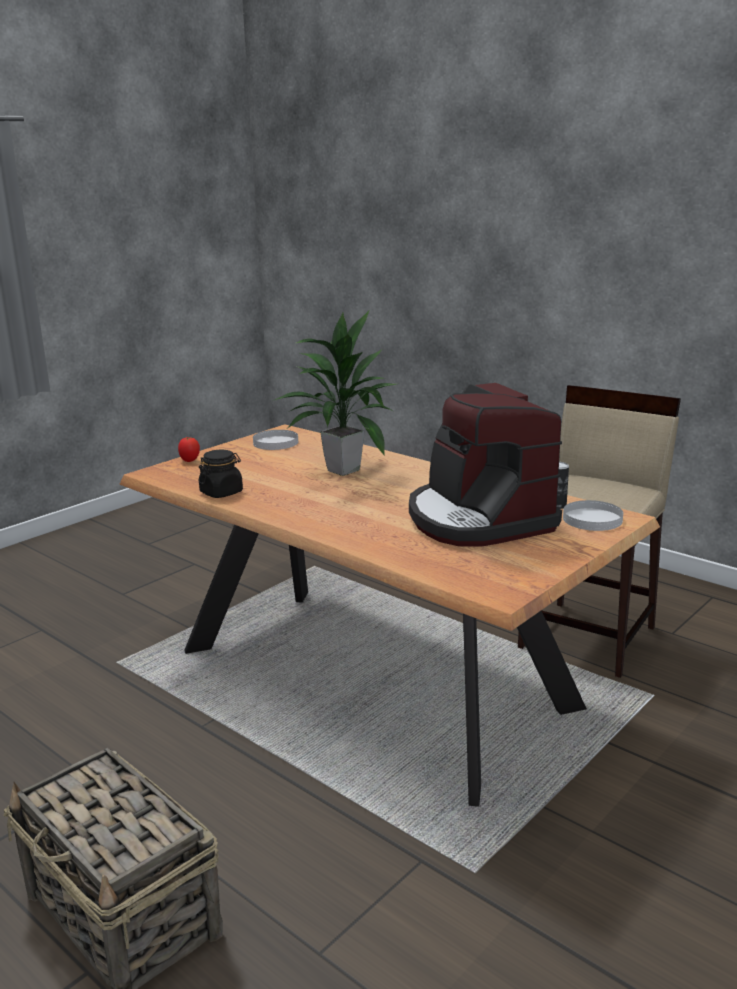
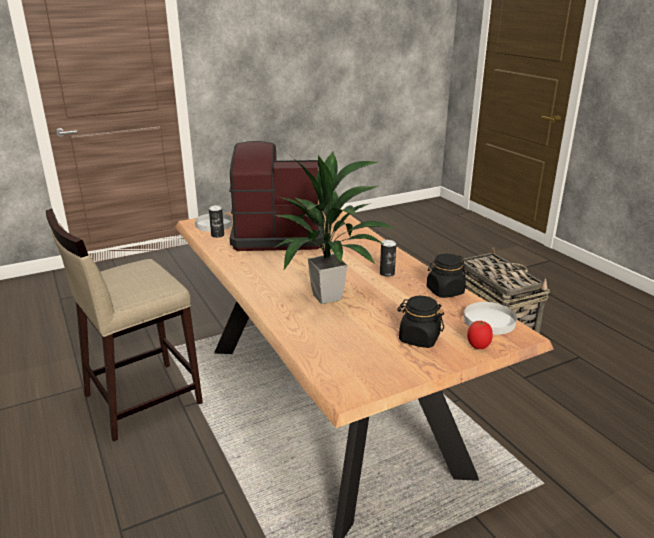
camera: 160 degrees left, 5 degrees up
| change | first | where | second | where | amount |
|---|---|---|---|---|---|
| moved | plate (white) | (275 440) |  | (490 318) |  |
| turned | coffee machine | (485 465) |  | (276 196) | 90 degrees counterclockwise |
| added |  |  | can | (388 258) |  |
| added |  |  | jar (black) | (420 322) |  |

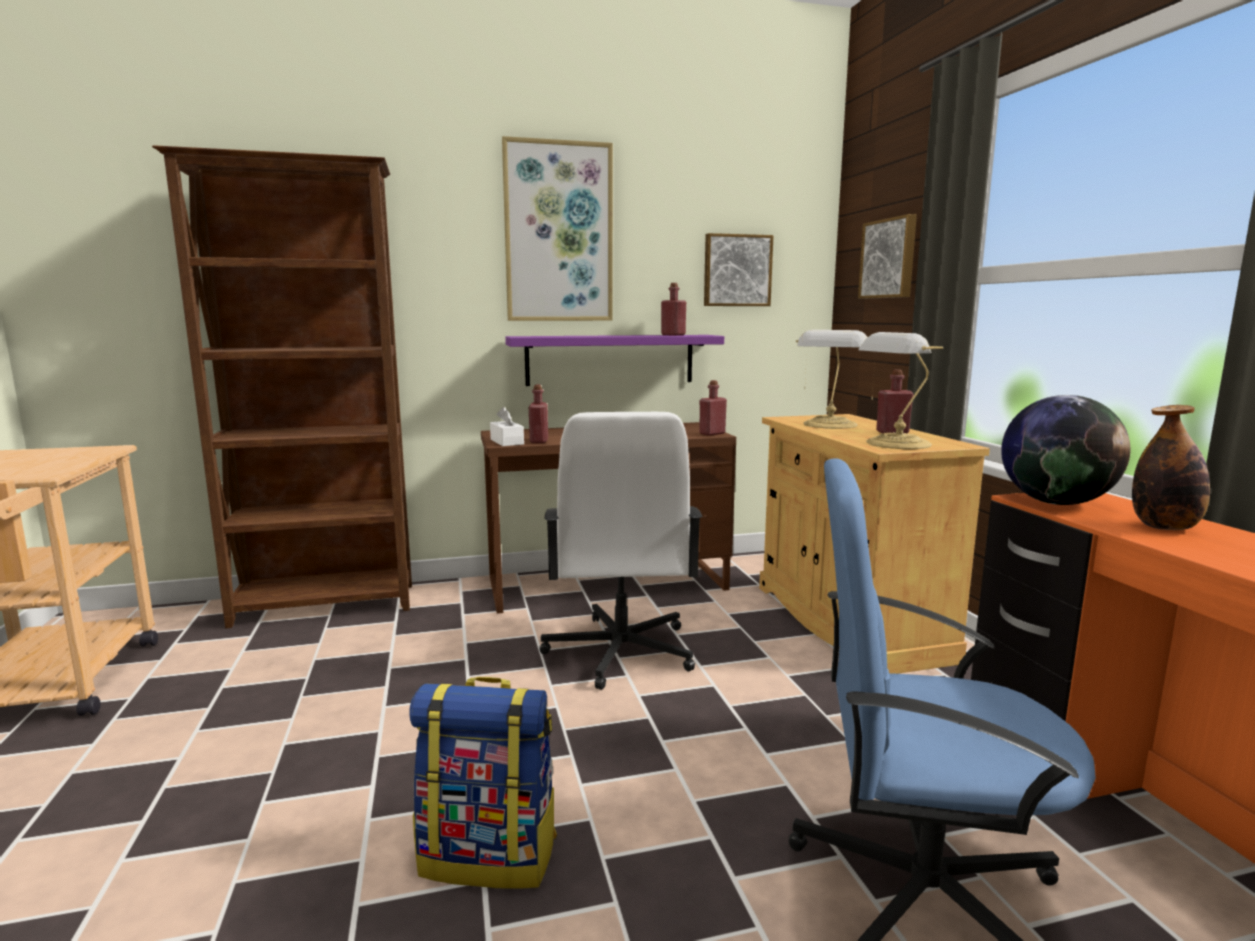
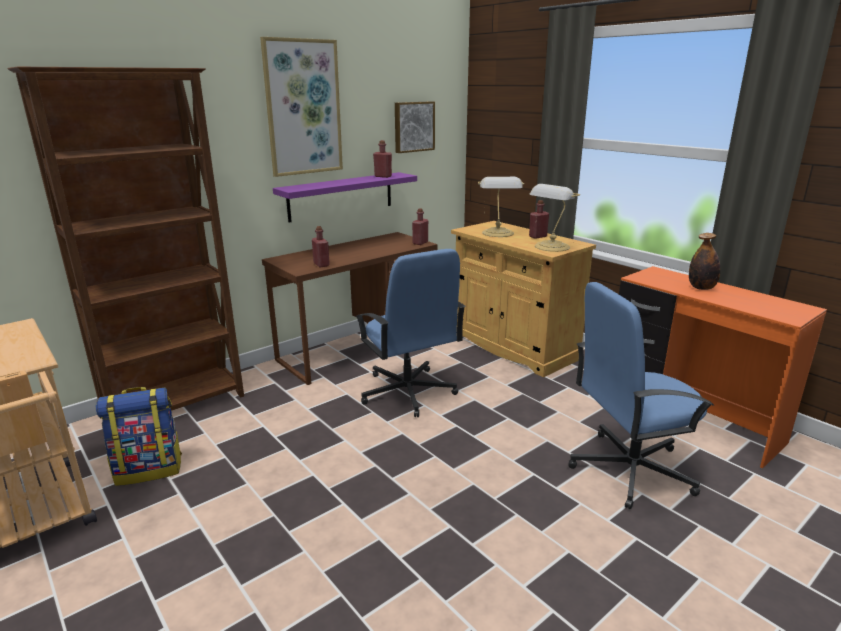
camera: 25 degrees left, 10 degrees up
| change | first | where | second | where | amount |
|---|---|---|---|---|---|
| moved | backpack | (483 783) |  | (139 436) |  |
| removed | tissue box (white) | (507 426) |  |  |  |
| recoloured | office chair (white) | (620 551) | office chair (blue) | (410 333) |  |
| removed | picture | (887 256) |  |  |  |
| removed | globe | (1065 450) |  |  |  |

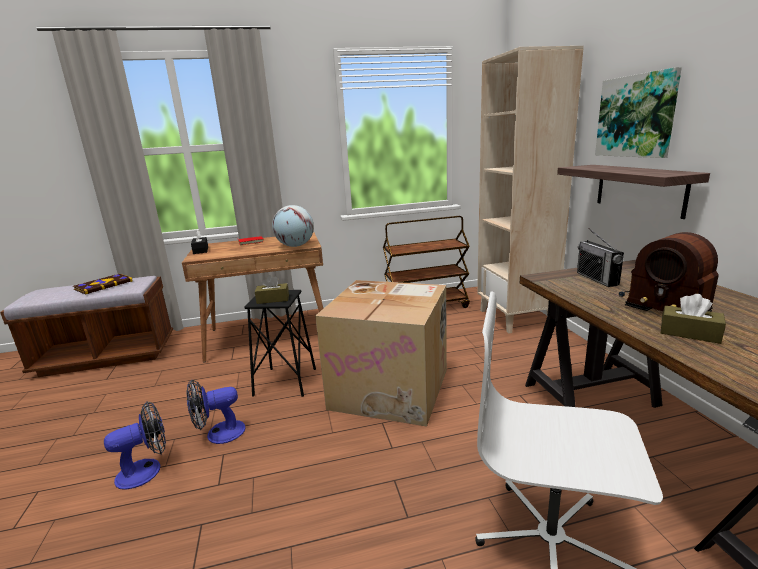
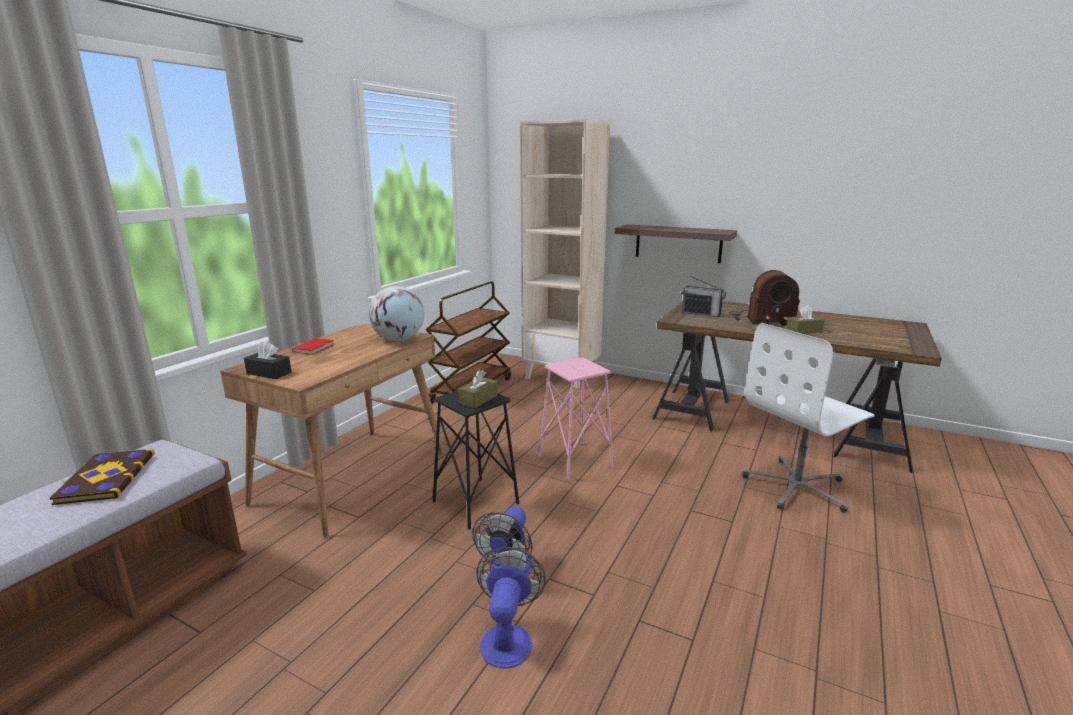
camera: 50 degrees left, 0 degrees up
| change | first | where | second | where | amount |
|---|---|---|---|---|---|
| replaced | cardboard box | (381 353) | stool (pink) | (576 419) |  |
| removed | picture | (638 112) |  |  |  |

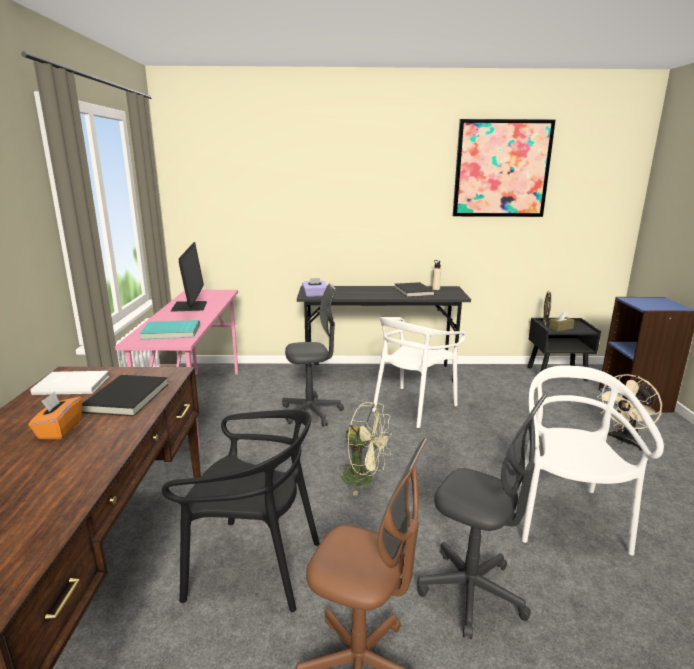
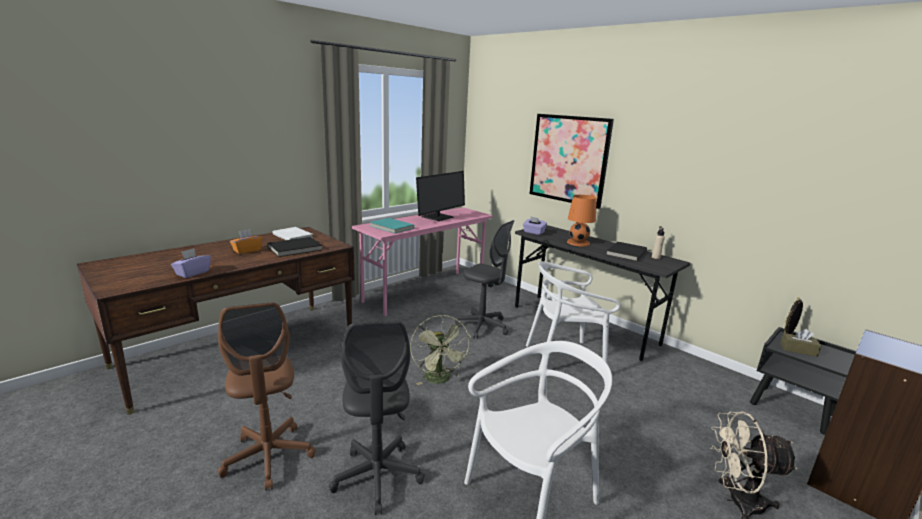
camera: 45 degrees right, 0 degrees up
| change | first | where | second | where | amount |
|---|---|---|---|---|---|
| removed | chair (black) | (241 511) |  |  |  |
| moved | picture | (504 168) |  | (572 161) |  |
| added |  |  | tissue box (purple) | (191 263) |  |
| added |  |  | table lamp (orange) | (582 221) |  |

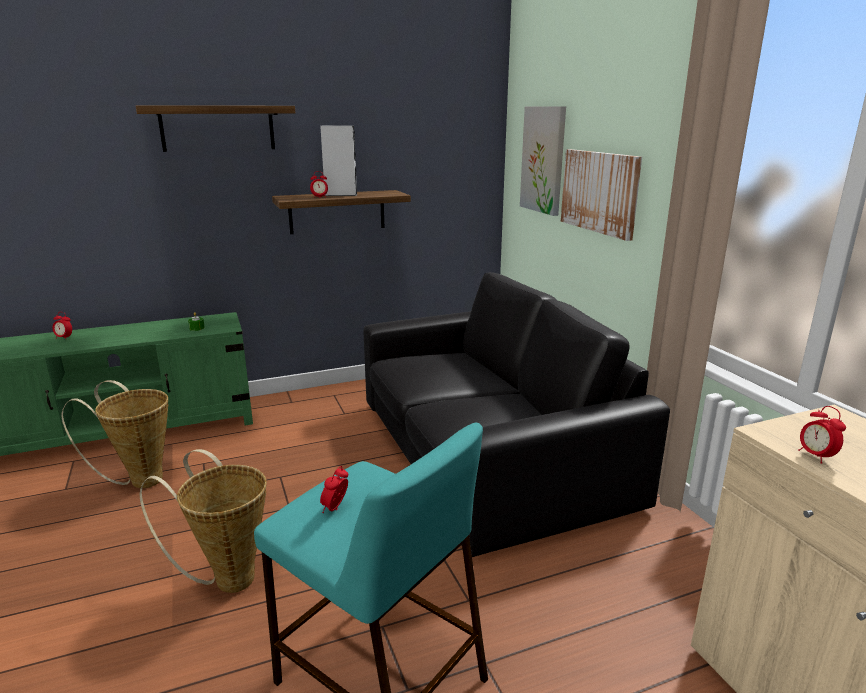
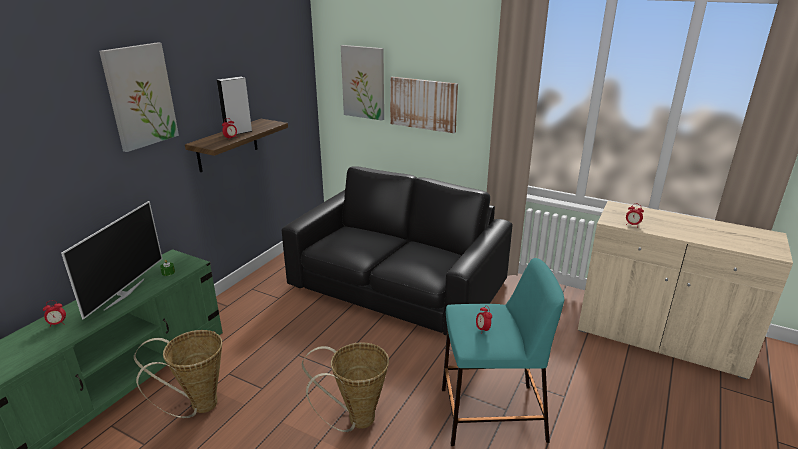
camera: 40 degrees left, 5 degrees up
| change | first | where | second | where | amount |
|---|---|---|---|---|---|
| replaced | shelf | (215 128) | picture | (139 97) |  |
| added |  |  | television | (112 260) |  |

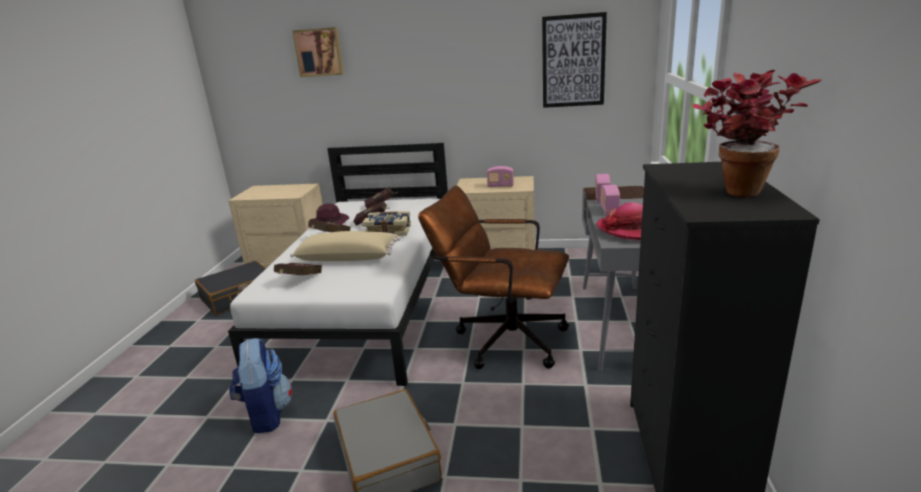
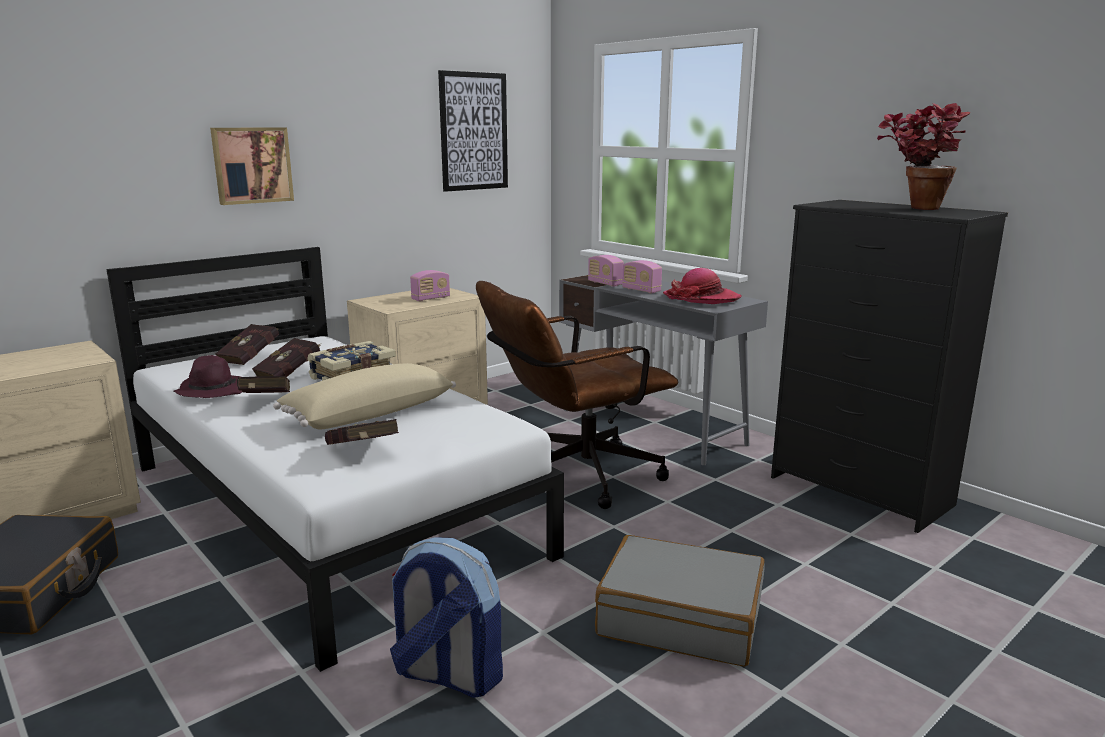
camera: 50 degrees left, 5 degrees down
| change | first | where | second | where | amount |
|---|---|---|---|---|---|
| moved | picture | (318 52) |  | (252 166) |  |

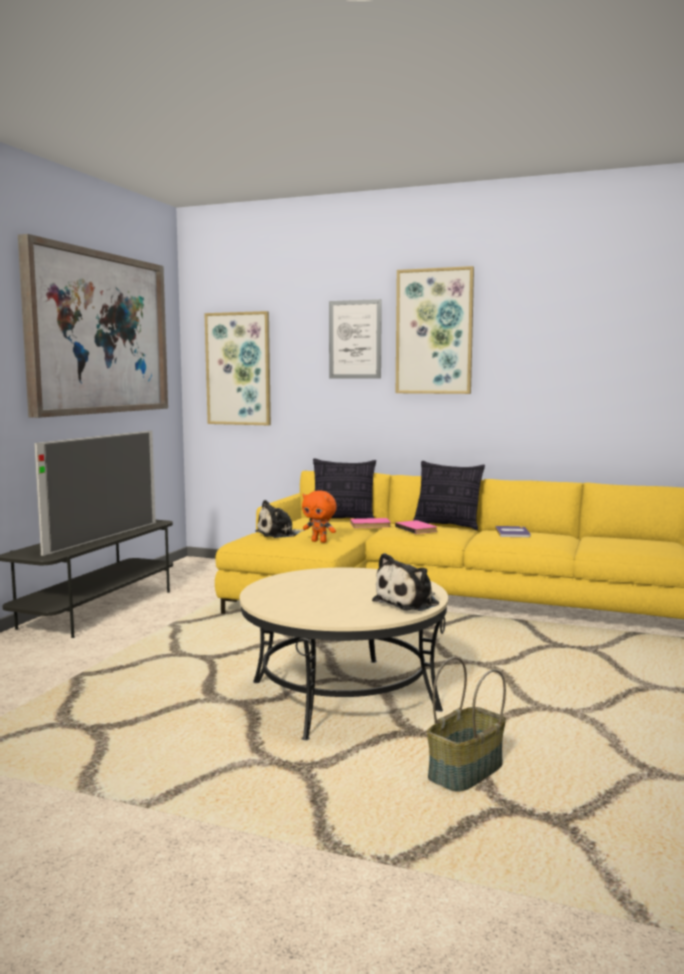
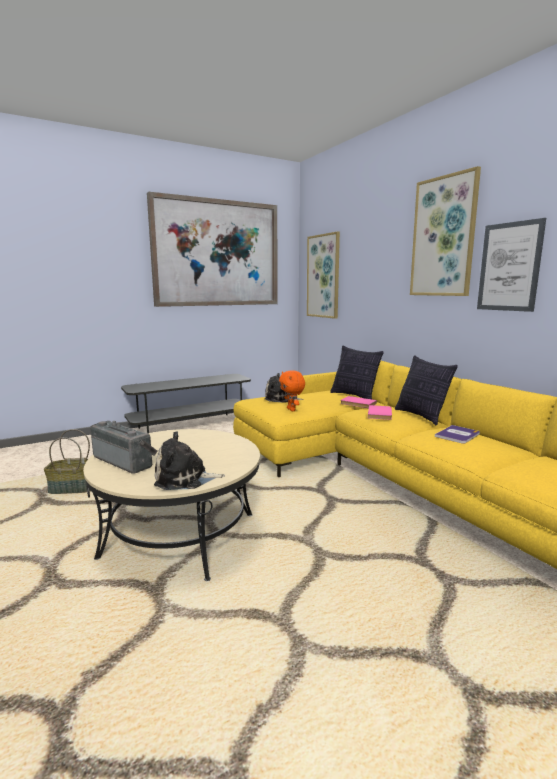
camera: 40 degrees right, 5 degrees up
| change | first | where | second | where | amount |
|---|---|---|---|---|---|
| removed | television | (95 493) |  |  |  |
| moved | picture | (355 339) |  | (511 265) |  |
| moved | basket | (466 724) |  | (67 461) |  |
| added |  |  | radio | (123 447) |  |

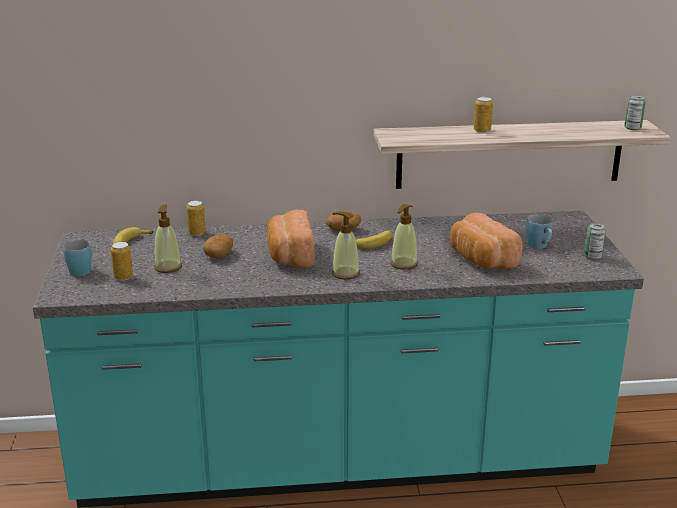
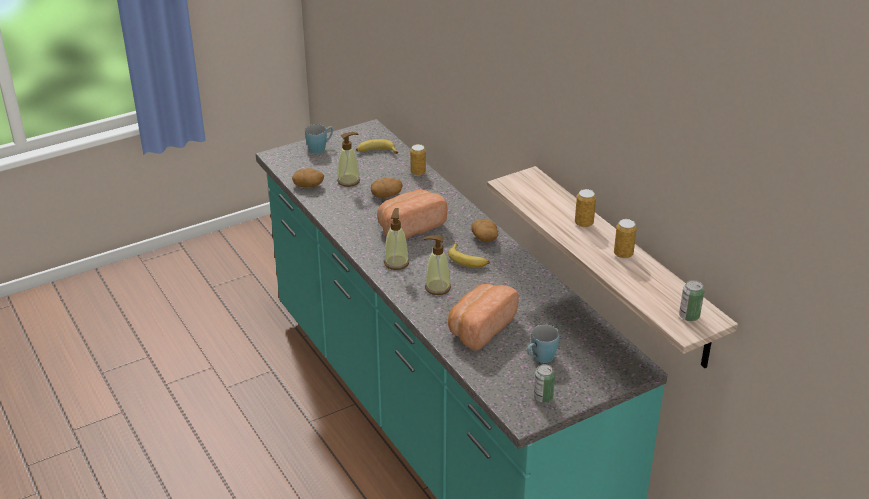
camera: 65 degrees right, 10 degrees up
| change | first | where | second | where | amount |
|---|---|---|---|---|---|
| moved | can | (122 261) |  | (625 238) |  |
| added |  |  | potato | (308 177) |  |

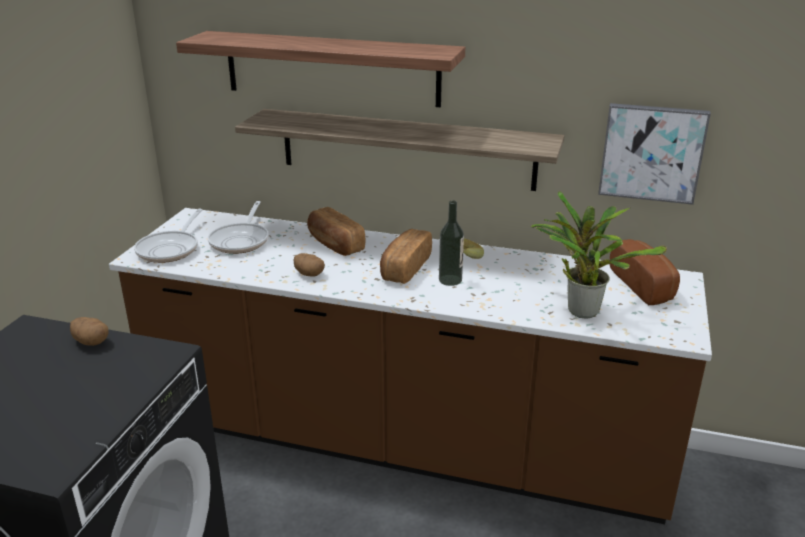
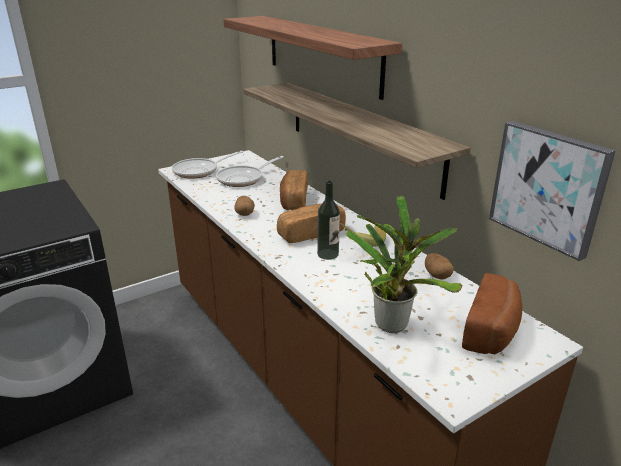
camera: 40 degrees right, 0 degrees up
| change | first | where | second | where | amount |
|---|---|---|---|---|---|
| moved | potato | (89 331) |  | (439 266) |  |

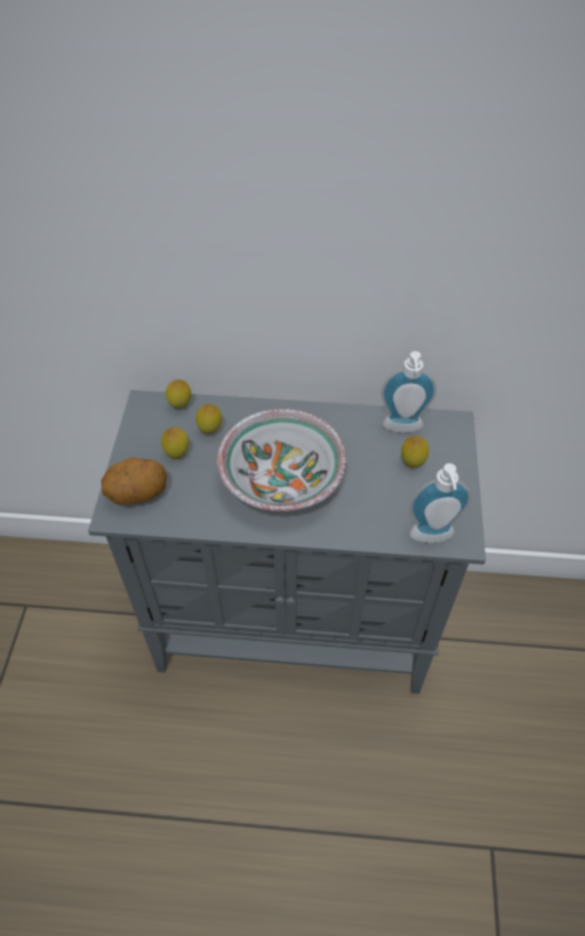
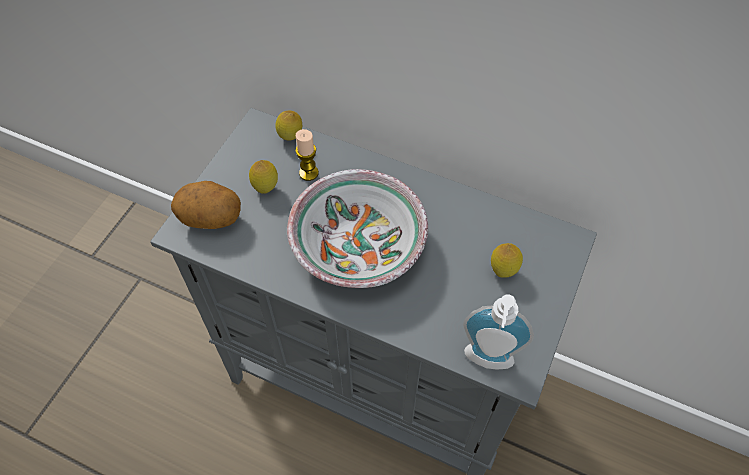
camera: 20 degrees right, 5 degrees up
| change | first | where | second | where | amount |
|---|---|---|---|---|---|
| replaced | lemon | (209 419) | candle | (307 155) |  |
| removed | soap dispenser | (409 392) |  |  |  |

